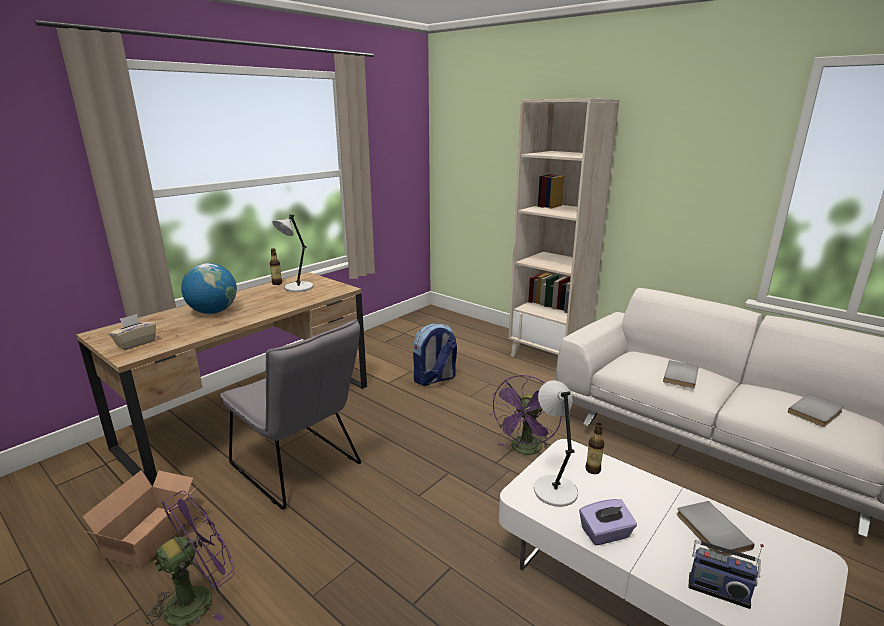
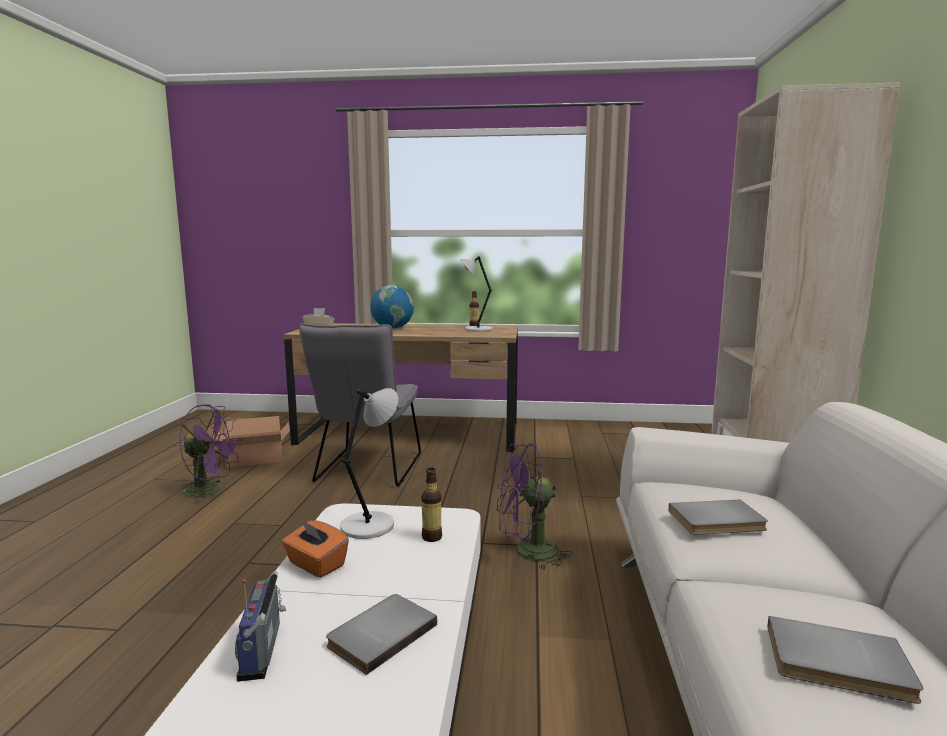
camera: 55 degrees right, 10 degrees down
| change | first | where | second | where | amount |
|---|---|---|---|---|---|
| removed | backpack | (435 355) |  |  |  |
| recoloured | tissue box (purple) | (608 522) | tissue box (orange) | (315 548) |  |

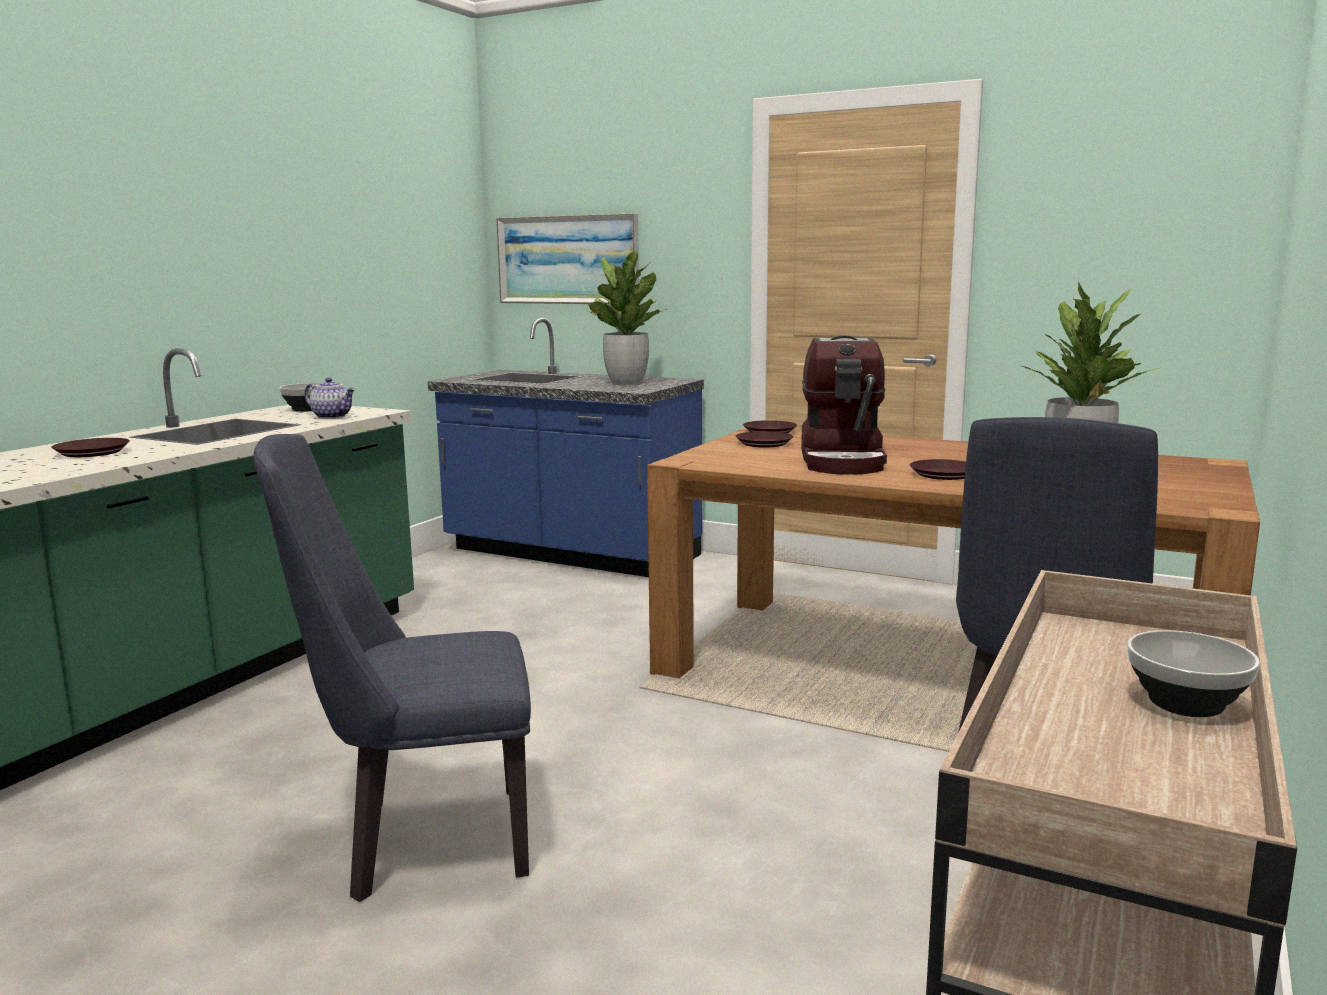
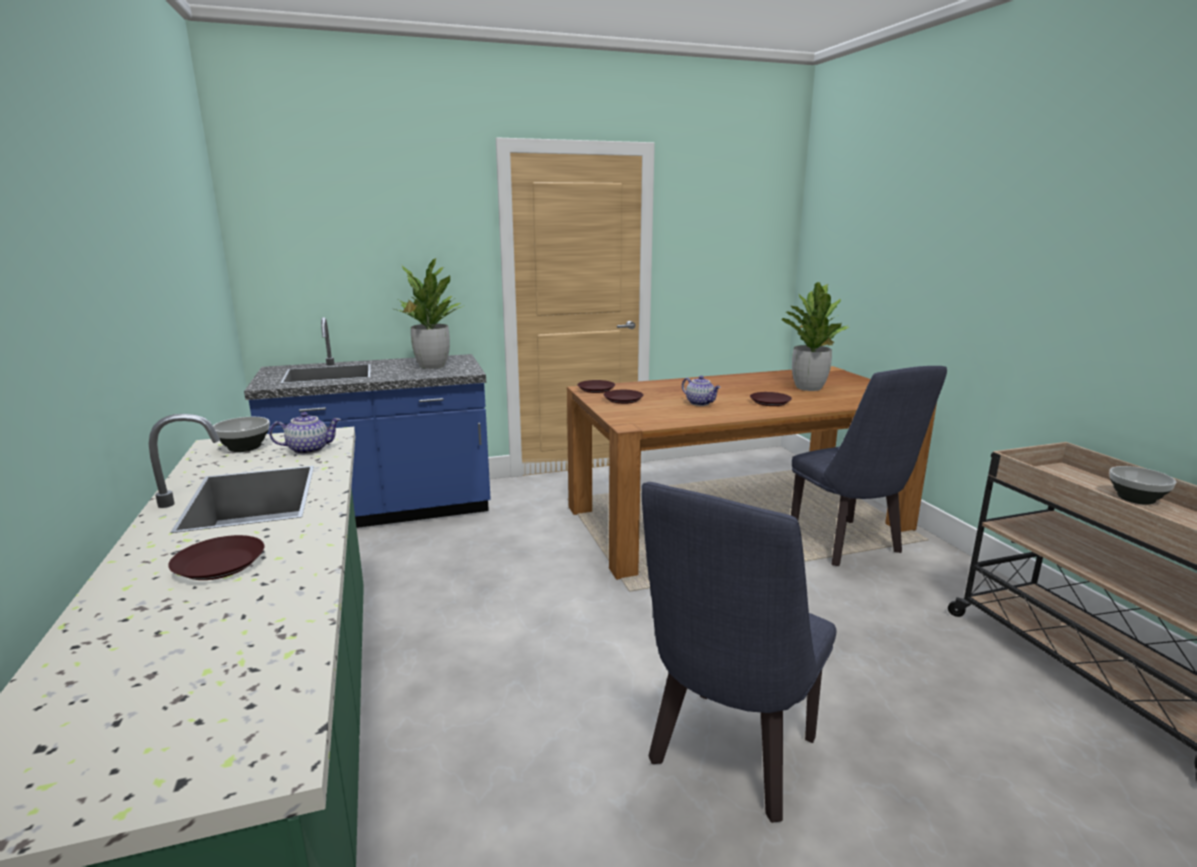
camera: 45 degrees left, 5 degrees up
| change | first | where | second | where | amount |
|---|---|---|---|---|---|
| removed | picture | (567 258) |  |  |  |
| replaced | coffee machine | (844 405) | teapot | (701 391) |  |

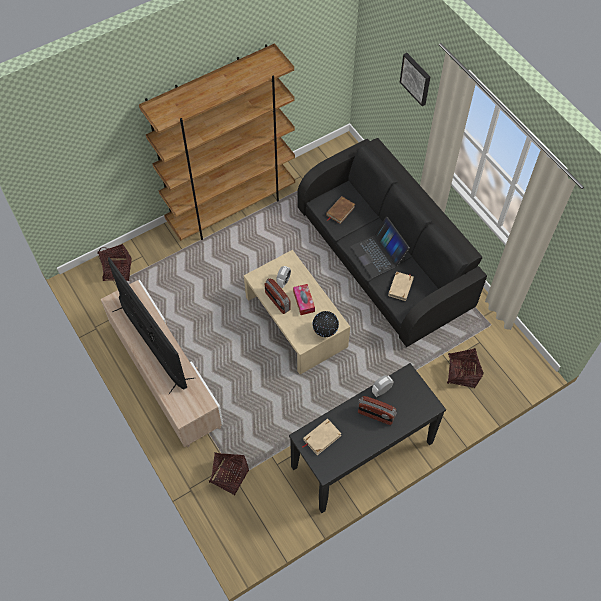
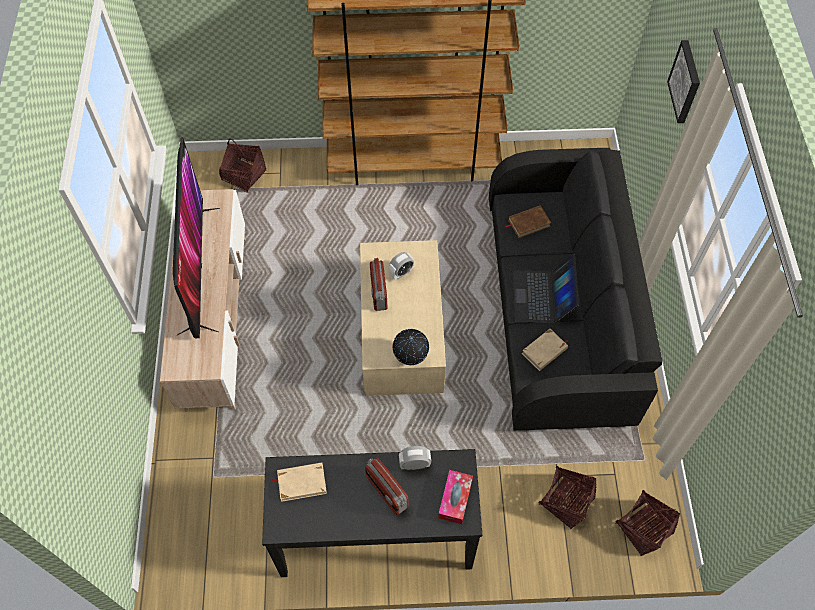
camera: 30 degrees right, 0 degrees up
| change | first | where | second | where | amount |
|---|---|---|---|---|---|
| moved | basket | (229 474) |  | (648 523) |  |
| moved | tissue box | (304 299) |  | (455 497) |  |

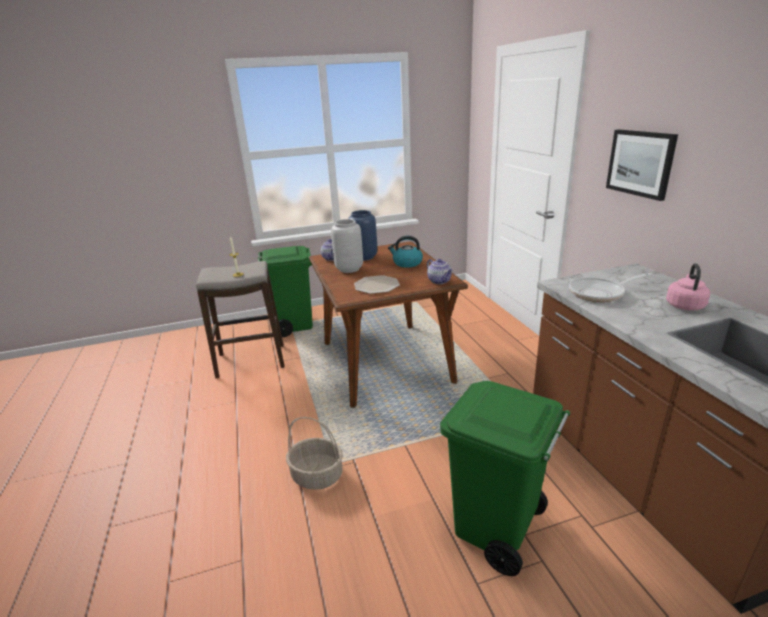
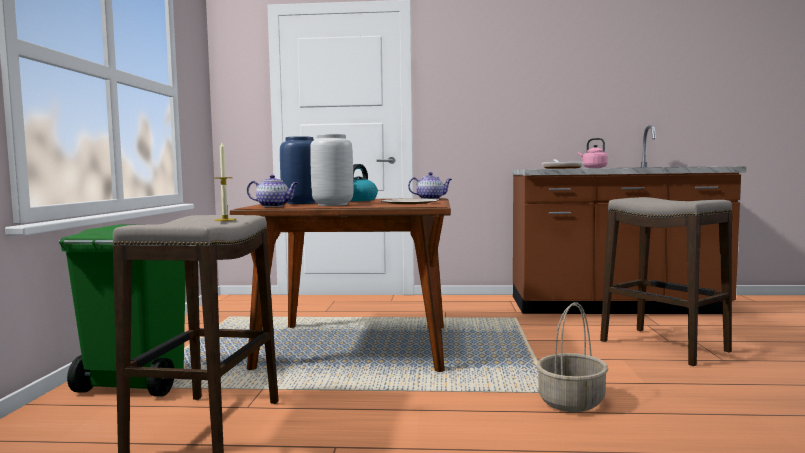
camera: 70 degrees left, 20 degrees down
| change | first | where | second | where | amount |
|---|---|---|---|---|---|
| replaced | trash can (green) | (505 478) | stool | (666 281) |  |
| removed | picture | (642 165) |  |  |  |

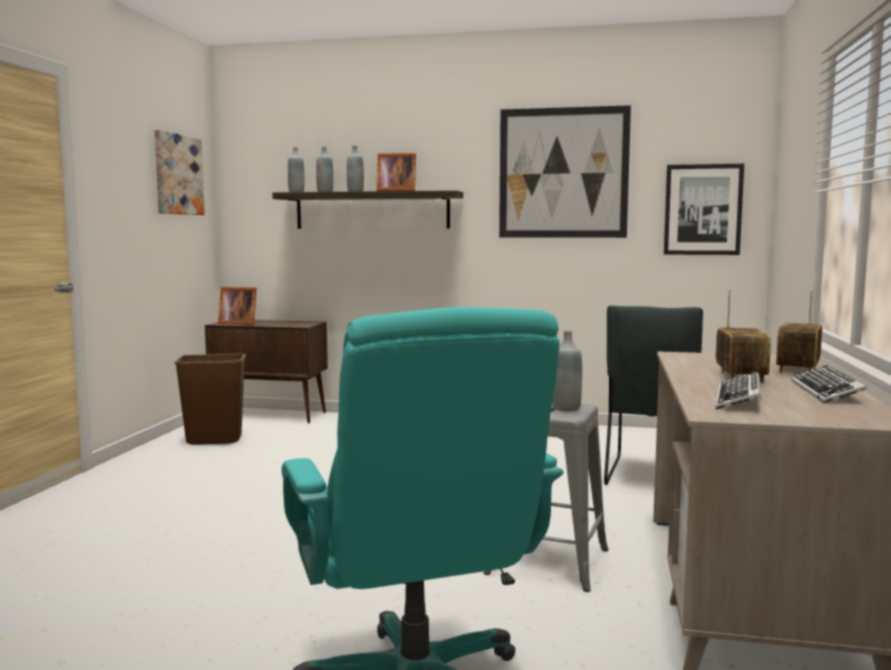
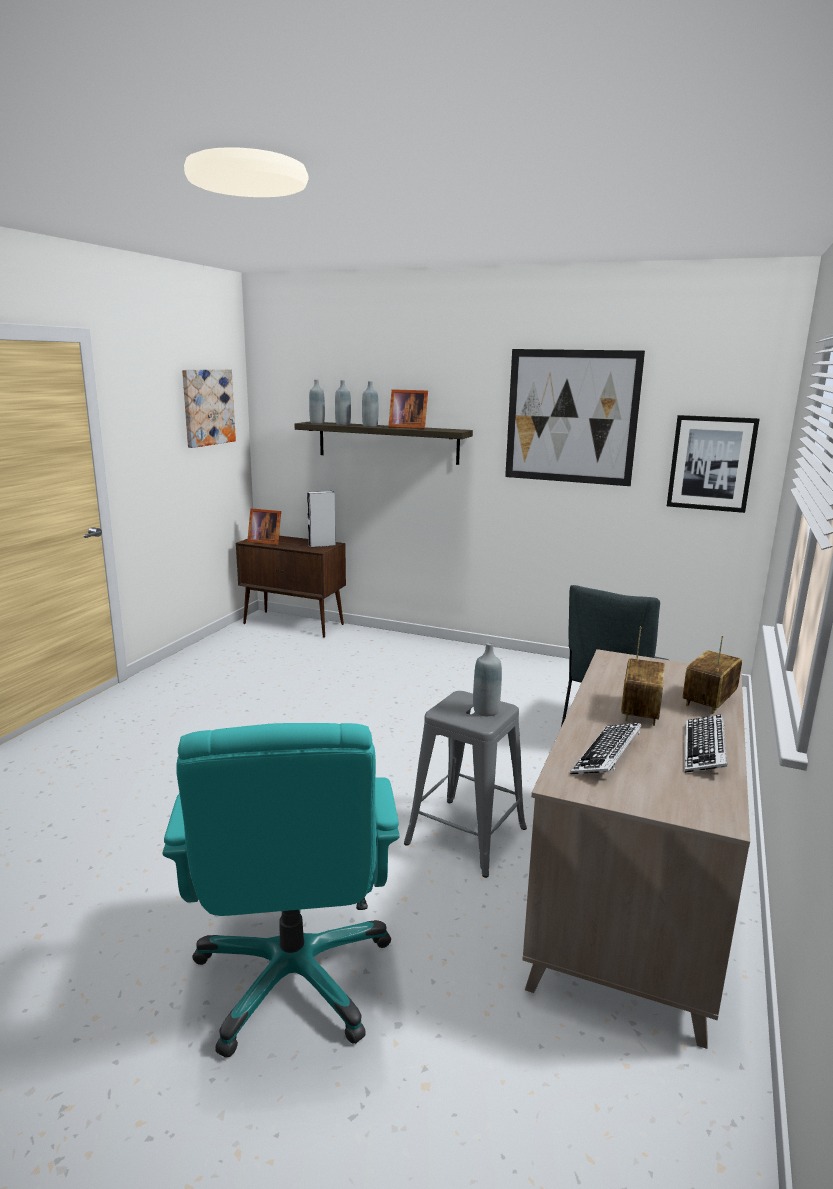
camera: 10 degrees right, 10 degrees up
| change | first | where | second | where | amount |
|---|---|---|---|---|---|
| removed | trash can (brown) | (210 399) |  |  |  |
| added |  |  | speaker (grey) | (321 519) |  |

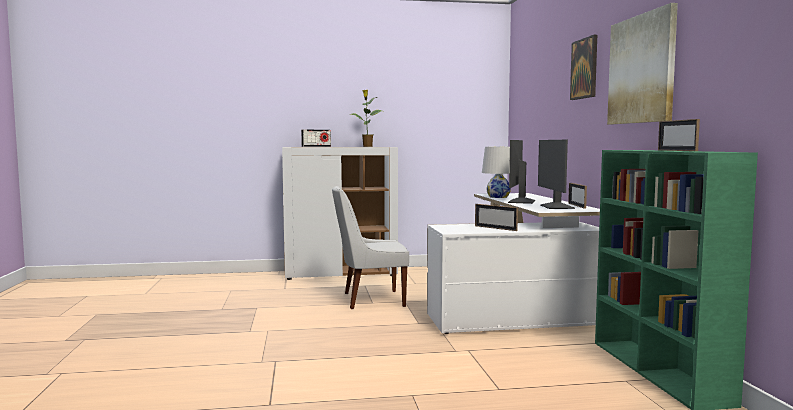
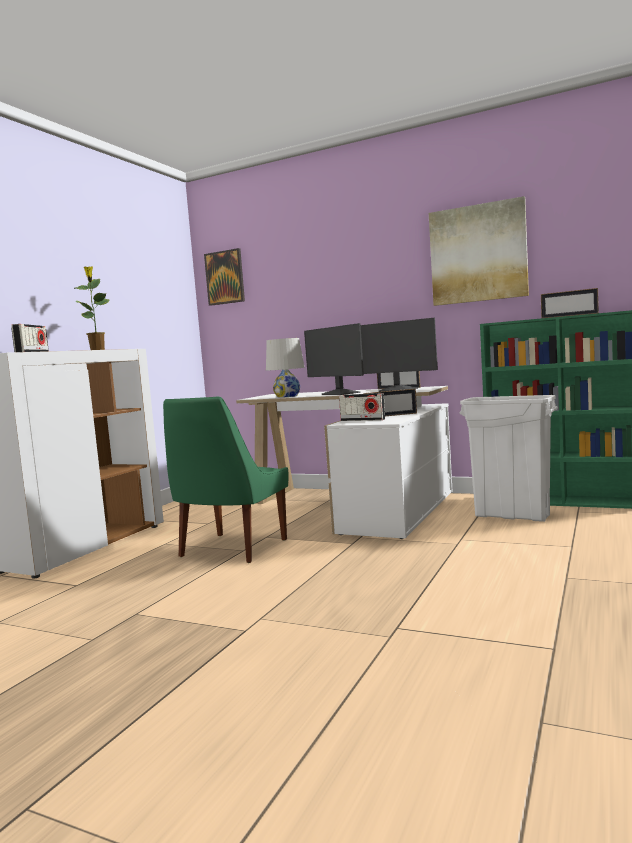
camera: 55 degrees left, 0 degrees up
| change | first | where | second | where | amount |
|---|---|---|---|---|---|
| recoloured | chair (white) | (370 247) | chair (green) | (225 480) |  |
| moved | picture | (583 67) |  | (224 277) |  |
| added |  |  | radio | (362 407) |  |
| added |  |  | trash can (white) | (509 458) |  |

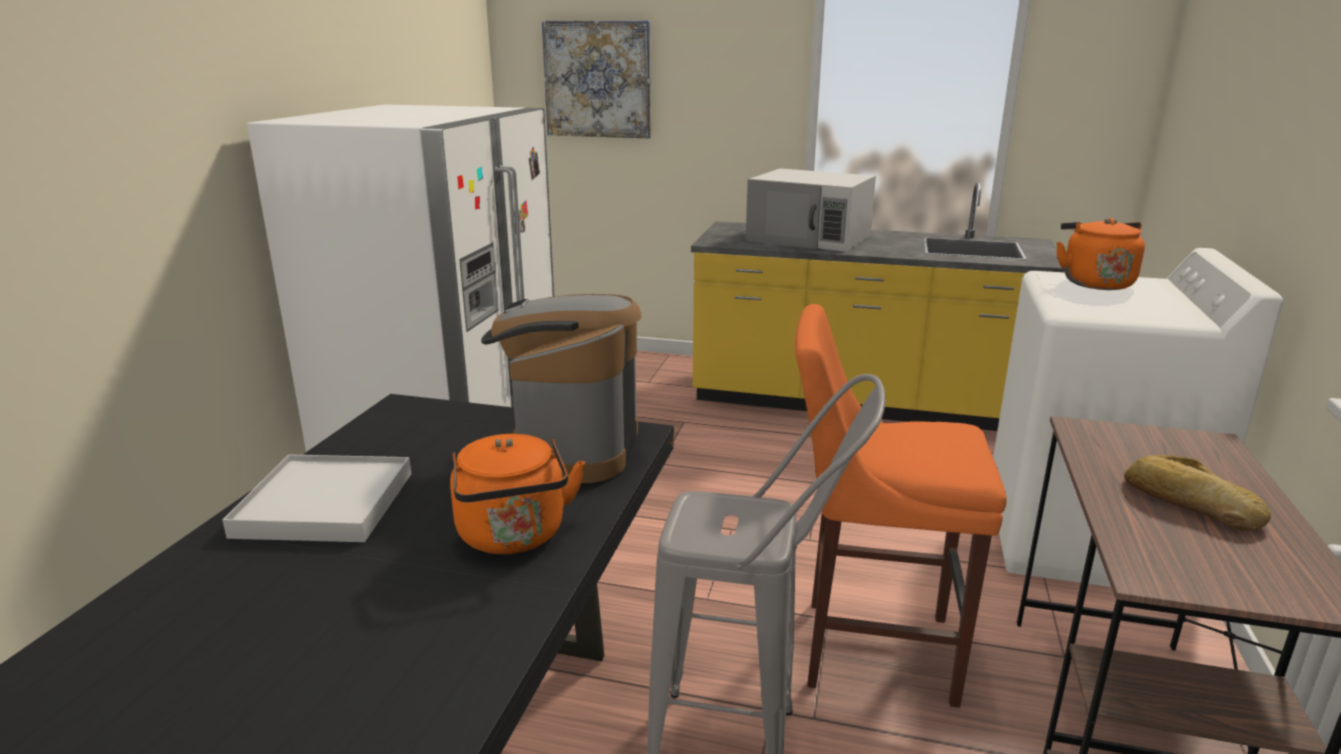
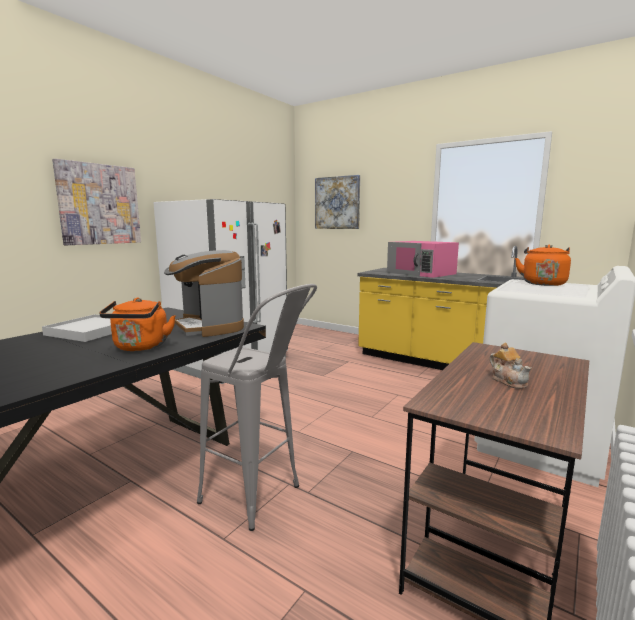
camera: 20 degrees right, 10 degrees down
| change | first | where | second | where | amount |
|---|---|---|---|---|---|
| turned | coffee machine | (561 388) |  | (204 293) | 60 degrees counterclockwise |
| recoloured | microwave (white) | (811 210) | microwave (pink) | (423 259) |  |
| removed | stool (orange) | (901 506) |  |  |  |
| replaced | bread | (1197 492) | teapot | (511 365) |  |
| added |  |  | picture | (96 202) |  |

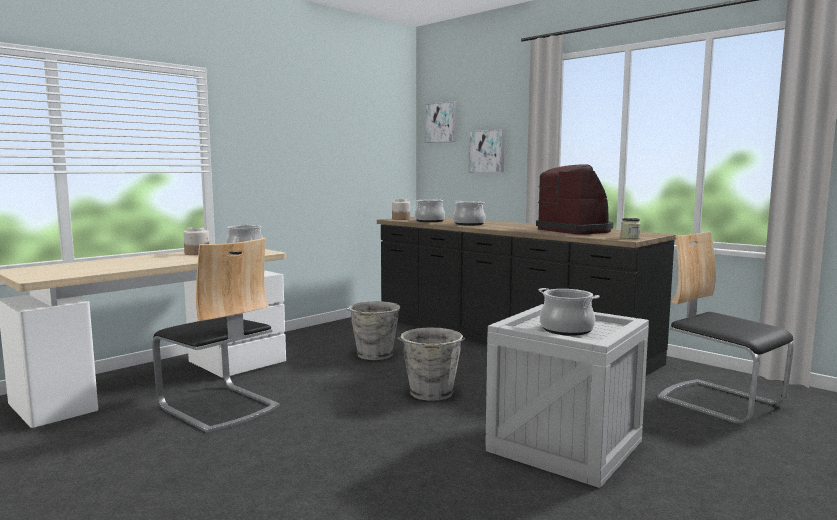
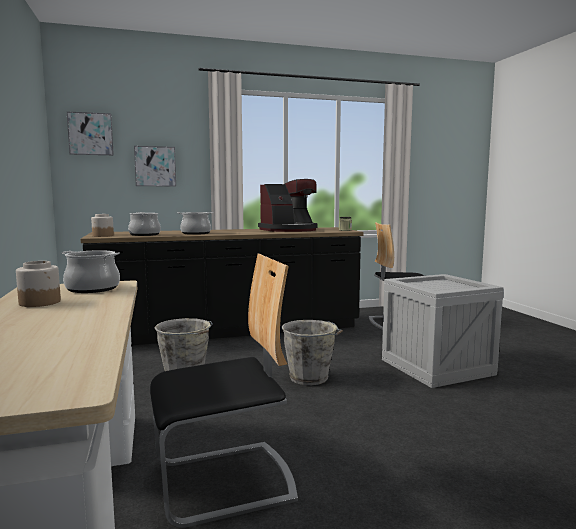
camera: 60 degrees left, 0 degrees up
| change | first | where | second | where | amount |
|---|---|---|---|---|---|
| turned | coffee machine | (575 199) |  | (288 205) | 150 degrees clockwise |
| removed | cooking pot | (569 312) |  |  |  |

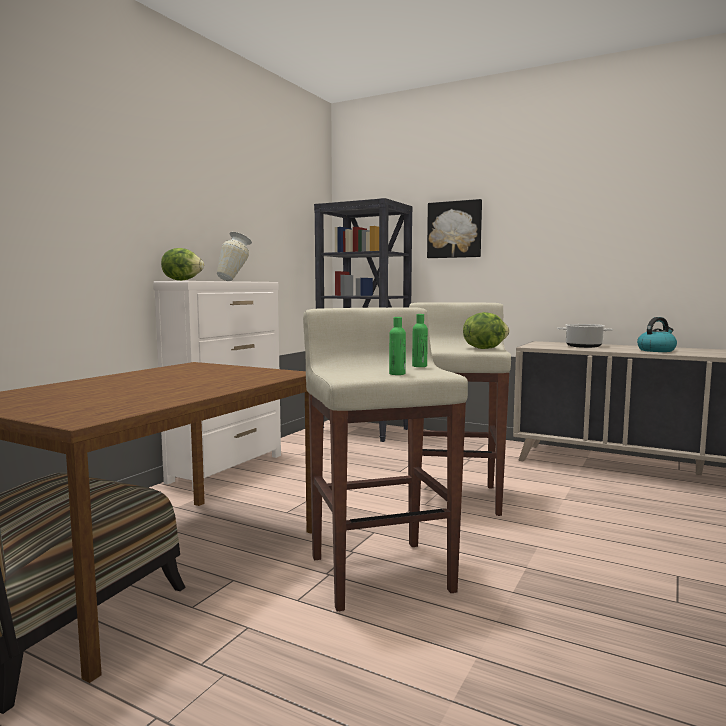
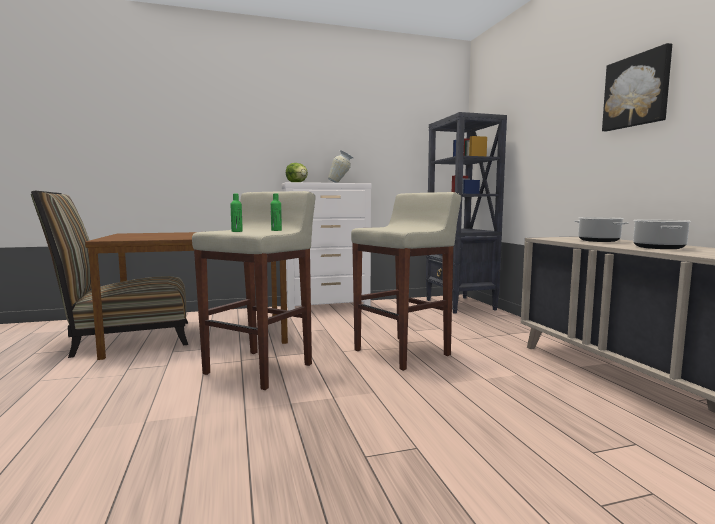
camera: 45 degrees right, 0 degrees up
| change | first | where | second | where | amount |
|---|---|---|---|---|---|
| moved | picture | (454 228) |  | (637 87) |  |
| removed | lettuce | (486 330) |  |  |  |
| replaced | kettle | (657 334) | cooking pot | (662 234) |  |

